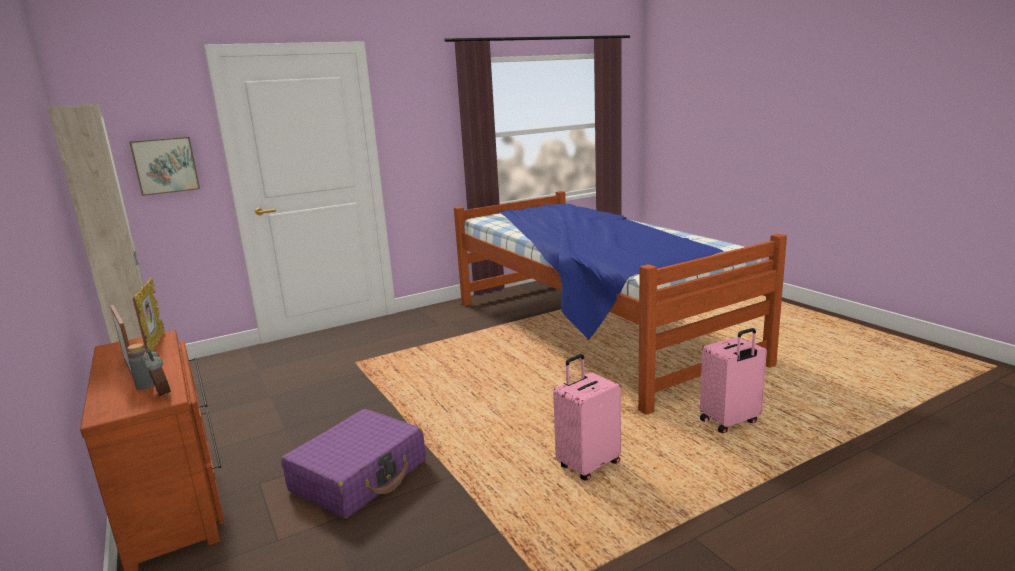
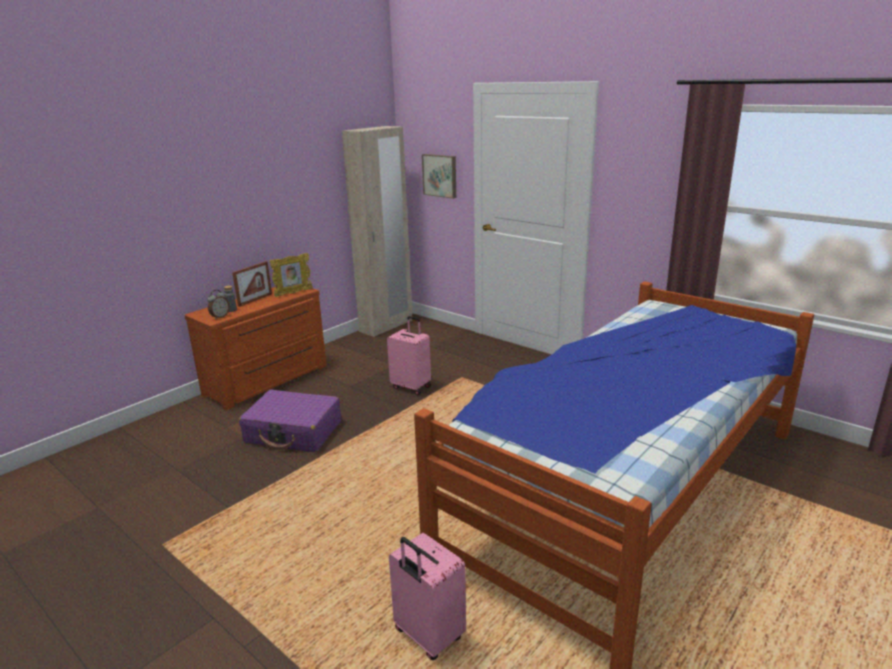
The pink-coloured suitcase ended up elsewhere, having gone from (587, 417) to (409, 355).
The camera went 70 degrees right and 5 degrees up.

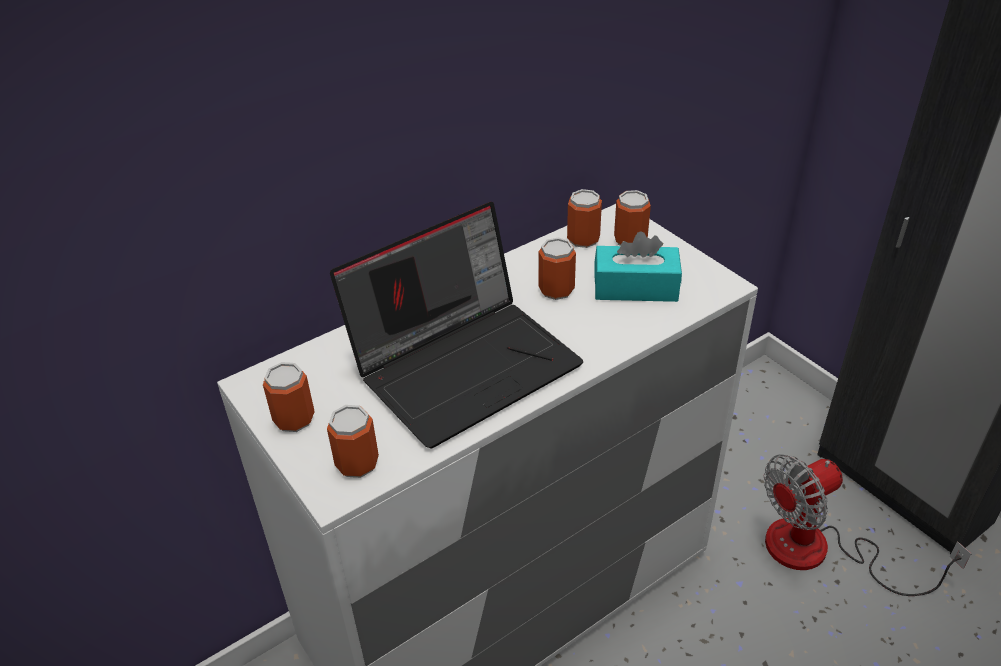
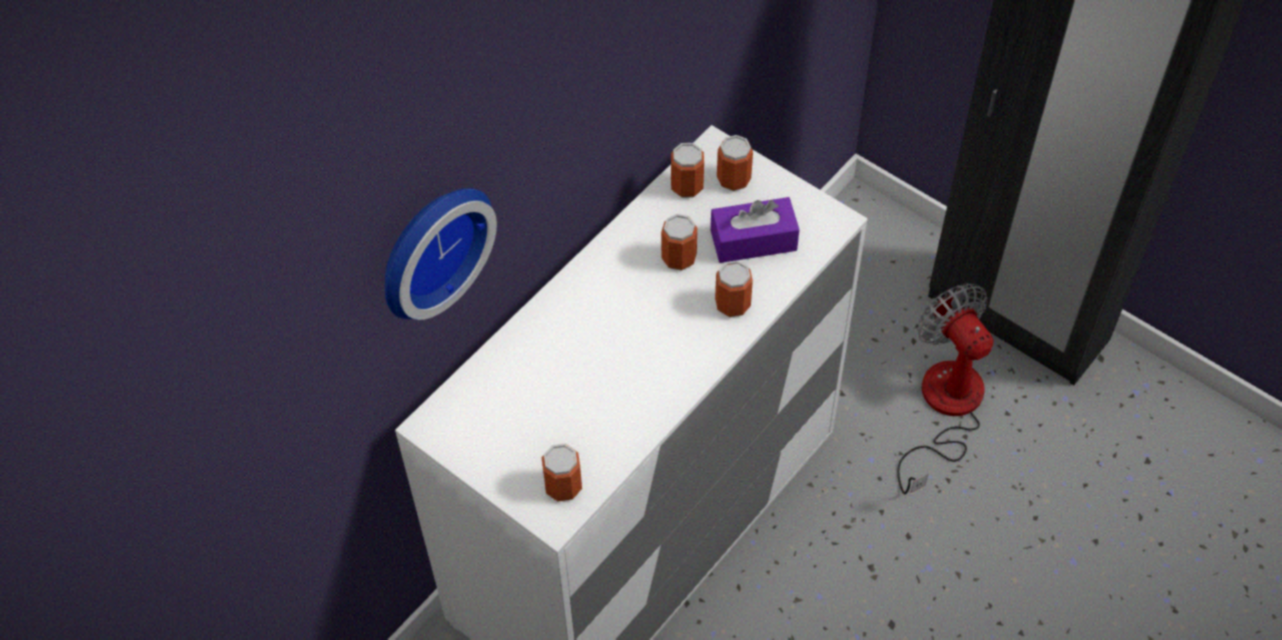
The sealed can ended up elsewhere, having gone from (289, 397) to (734, 289).
The second view lost the portable computer at (456, 325).
What was the turquoise-coloured box of tissues at (638, 266) turned into the purple box of tissues at (755, 230).
The fan at (868, 525) ended up facing another way, 105 degrees clockwise from before.
The second view gained the clock on the wall at (441, 254).
The camera went 15 degrees left and 15 degrees up.

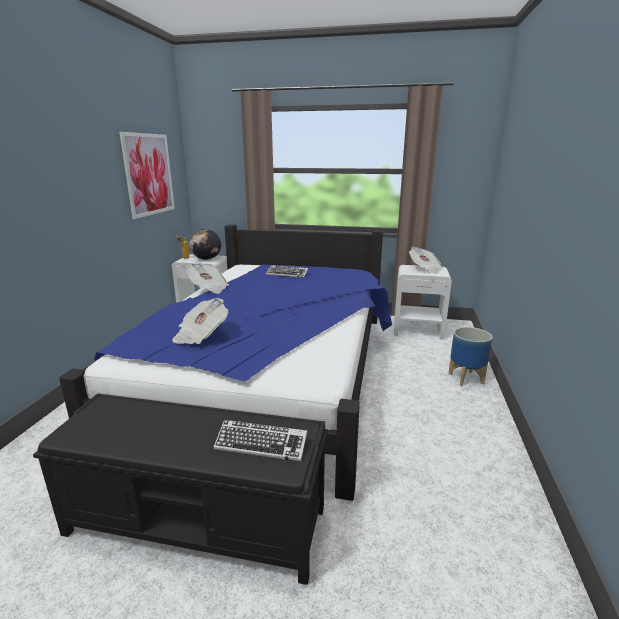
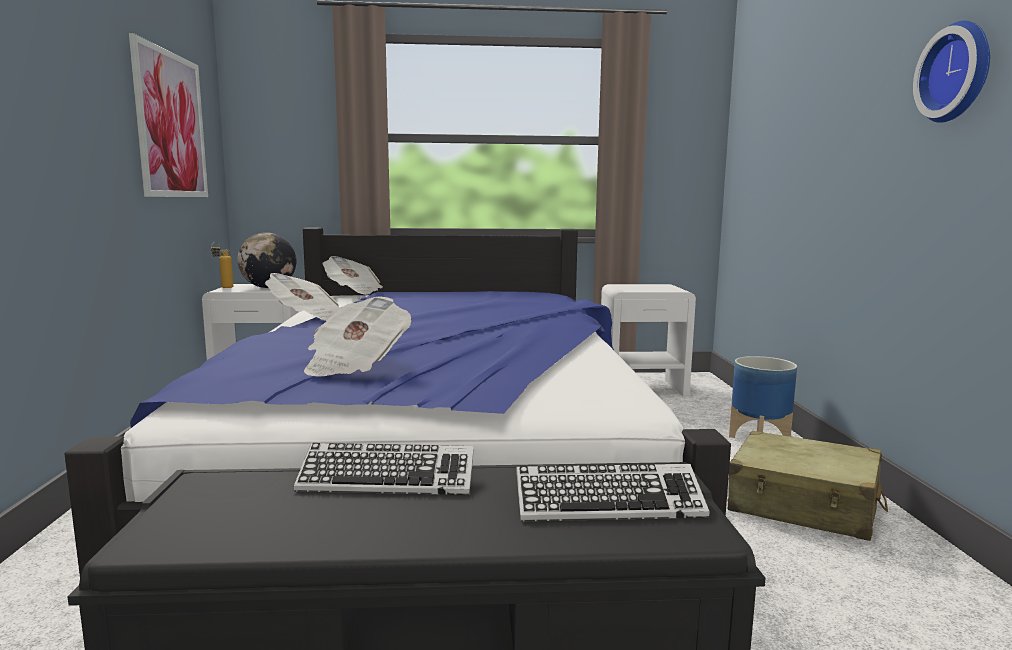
The keyboard ended up elsewhere, having gone from (287, 271) to (384, 469).
The newspaper ended up elsewhere, having gone from (426, 260) to (353, 275).
The second view gained the beige suitcase at (808, 486).
The second view gained the clock on the wall at (951, 72).
The camera went 15 degrees left and 10 degrees down.

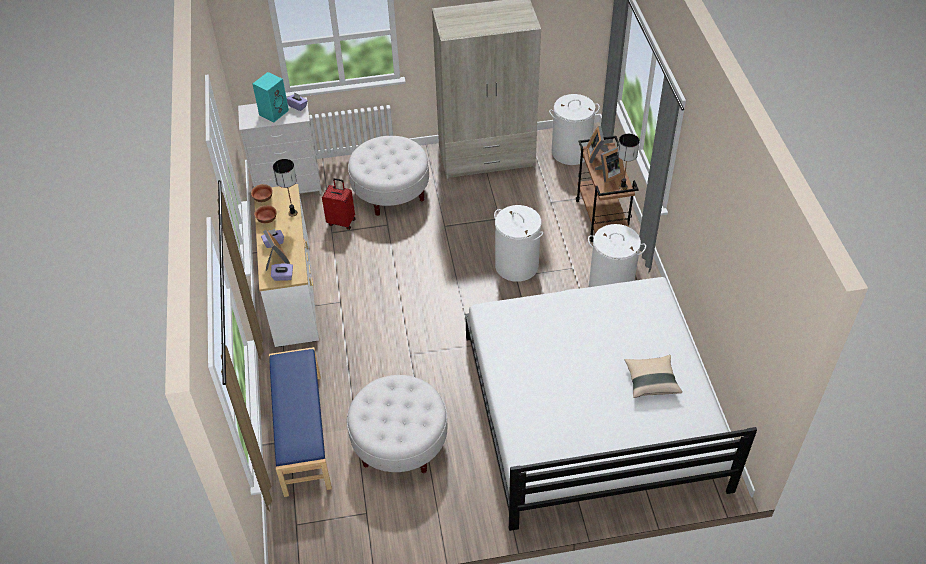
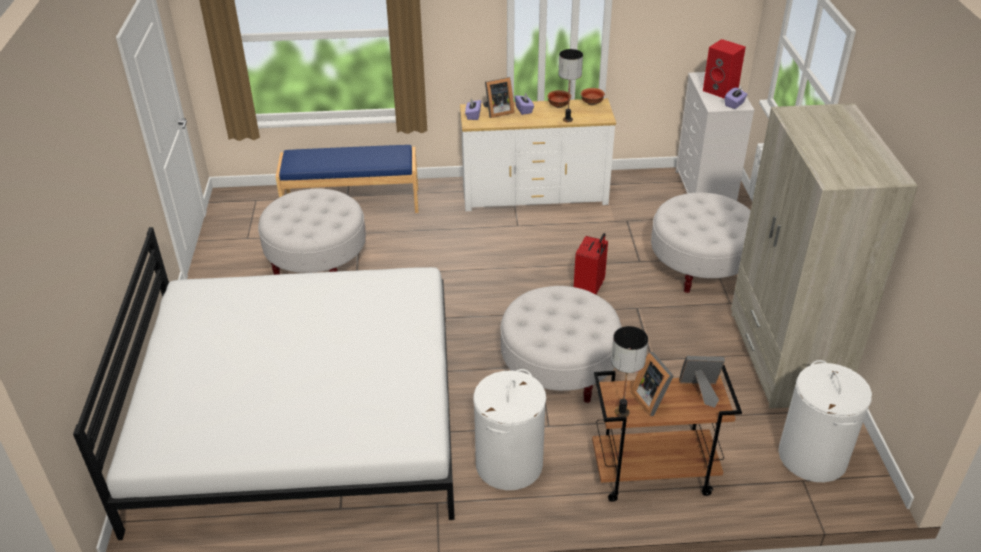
What was the turquoise-coloured loudspeaker at (271, 97) turned into the red-coloured loudspeaker at (724, 69).
The red-coloured suitcase ended up elsewhere, having gone from (339, 204) to (591, 263).
Where the whitish laundry basket stood at (518, 243), the whitish pouffe came to stand at (561, 344).
The second view lost the beige cushion at (653, 376).
The camera went 95 degrees right and 10 degrees down.

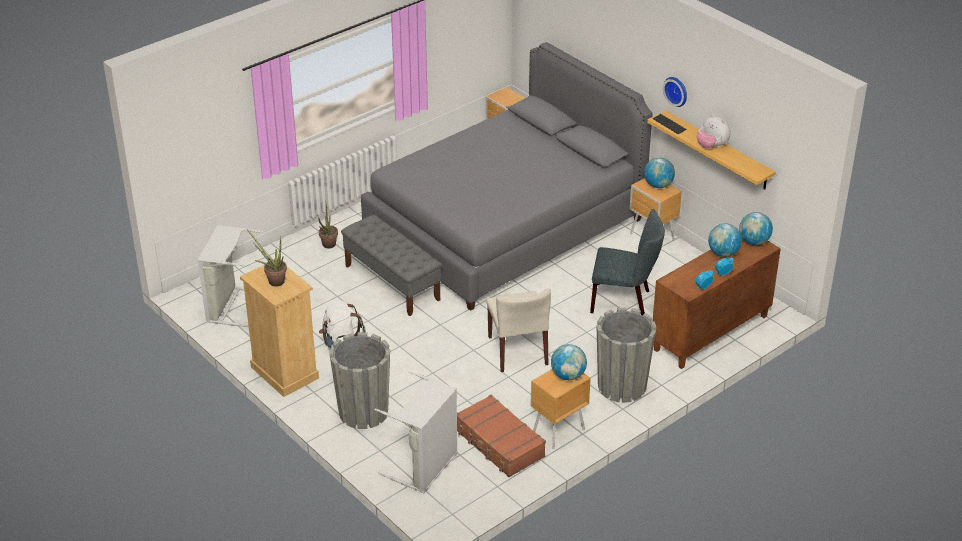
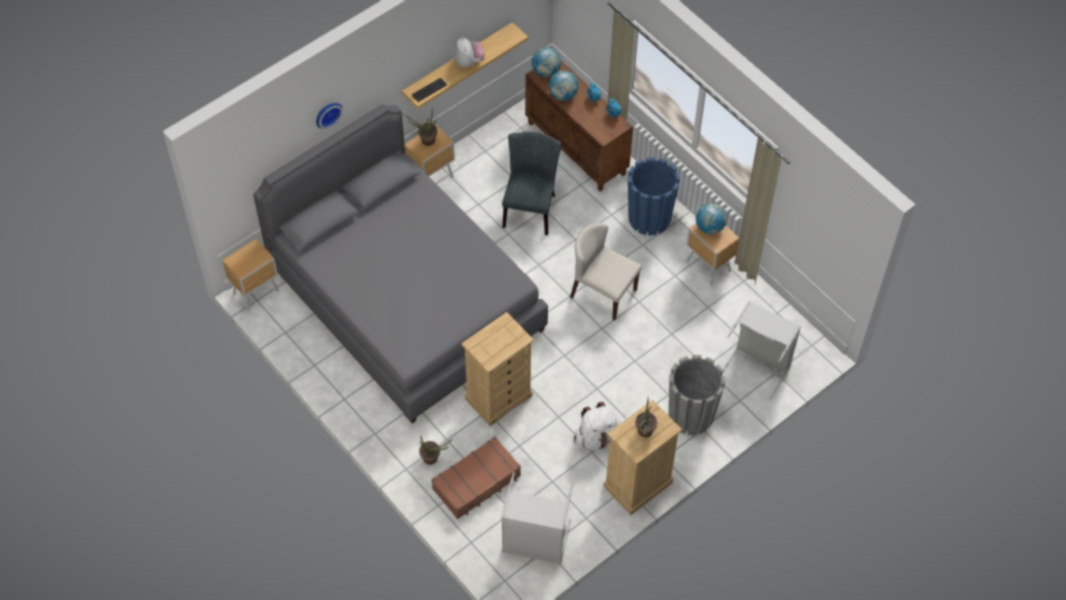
Where the greyish indoor bench stood at (391, 265), the beige drawer chest came to stand at (497, 369).
The brownish suitcase ended up elsewhere, having gone from (501, 436) to (476, 477).
The beige chair at (518, 330) ended up facing another way, 135 degrees counterclockwise from before.
What was the greyish planter at (626, 355) turned into the blue planter at (654, 196).
Where the world globe stood at (659, 173), the houseplant came to stand at (420, 127).
The clock on the wall ended up elsewhere, having gone from (675, 92) to (329, 116).
The soft toy at (713, 131) ended up facing another way, 60 degrees counterclockwise from before.
The camera went 90 degrees left and 20 degrees up.

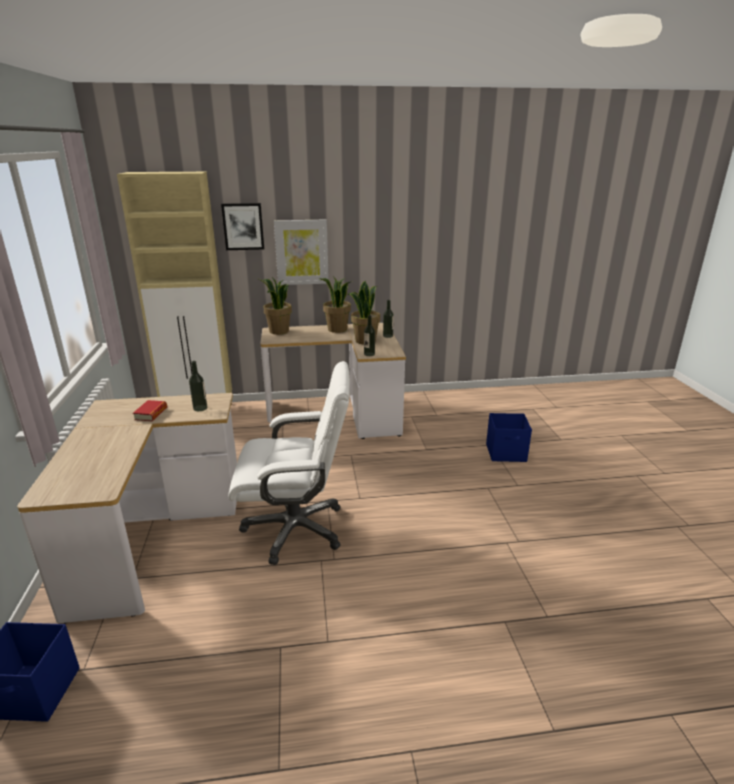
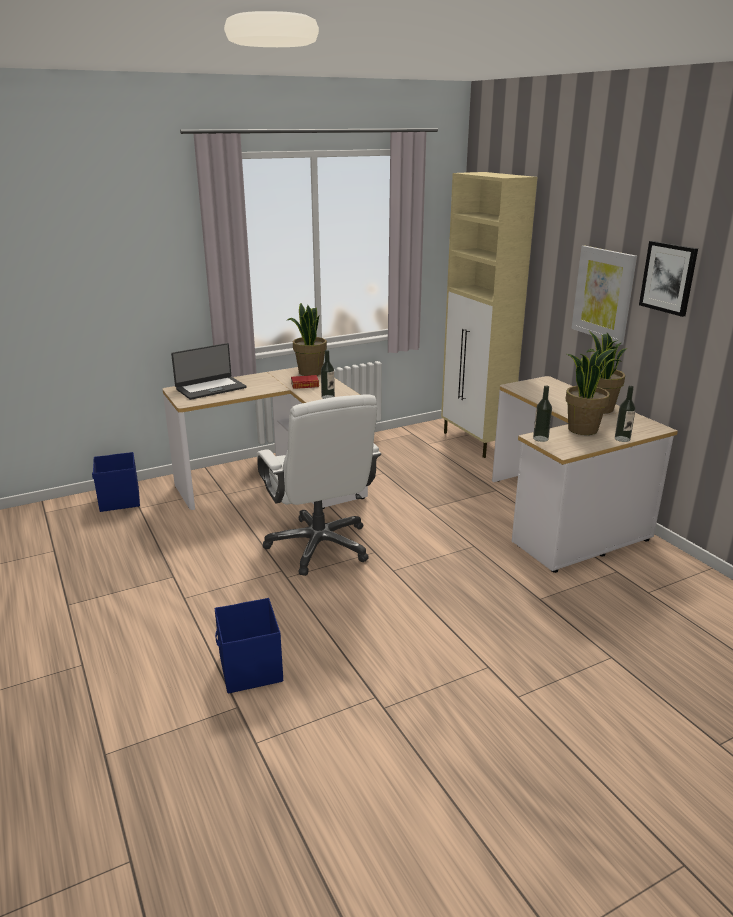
The wall art ended up elsewhere, having gone from (242, 226) to (668, 279).
The houseplant ended up elsewhere, having gone from (274, 306) to (306, 339).
The blue storage container ended up elsewhere, having gone from (509, 437) to (249, 646).
The second view gained the portable computer at (208, 371).
The camera went 70 degrees right and 0 degrees up.

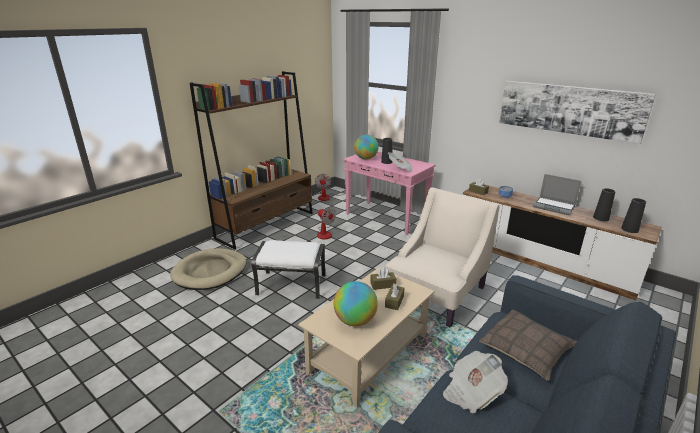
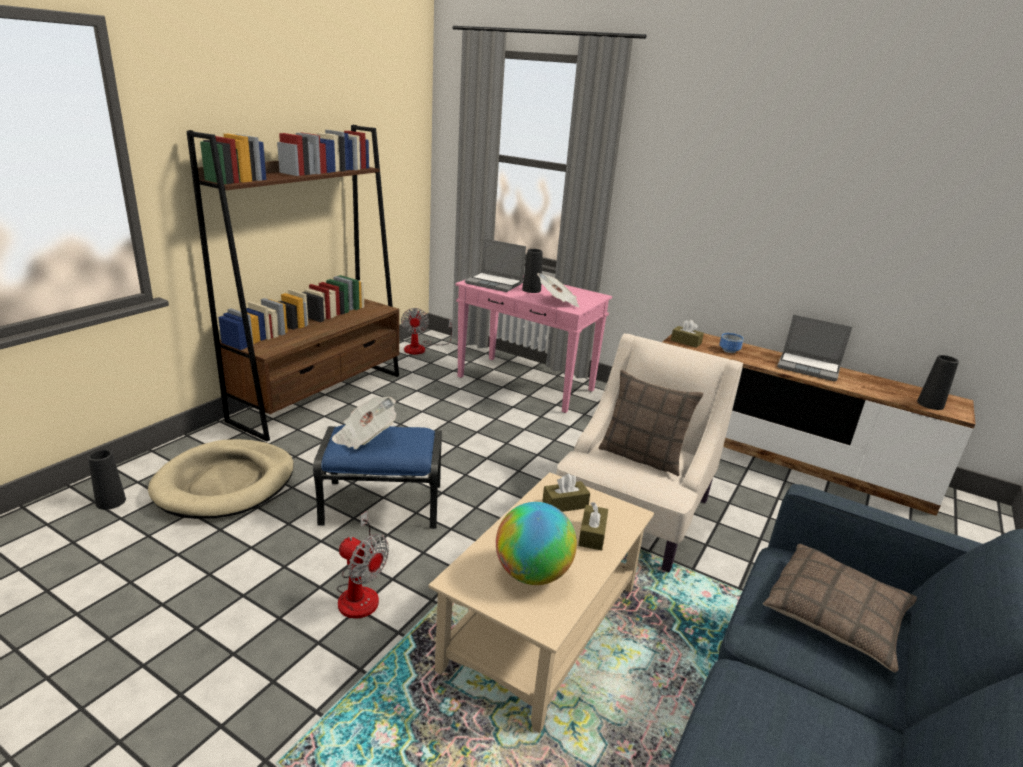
What was the whitish pouffe at (288, 269) turned into the blue pouffe at (377, 477).
The fan ended up elsewhere, having gone from (326, 223) to (363, 565).
Where the world globe stood at (366, 147), the portable computer came to stand at (495, 265).
The newspaper ended up elsewhere, having gone from (475, 382) to (364, 423).
The second view lost the wall art at (577, 112).
The black flower vase ended up elsewhere, having gone from (604, 204) to (107, 479).
The second view gained the cushion at (651, 423).
The camera went 10 degrees left and 0 degrees up.

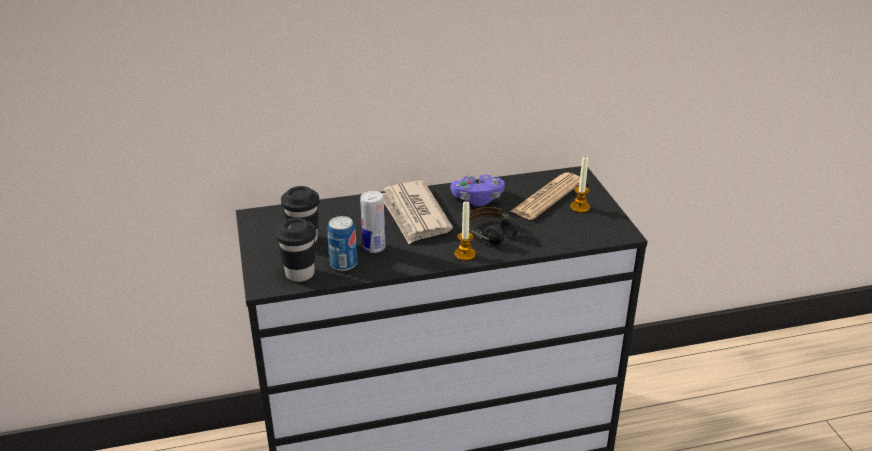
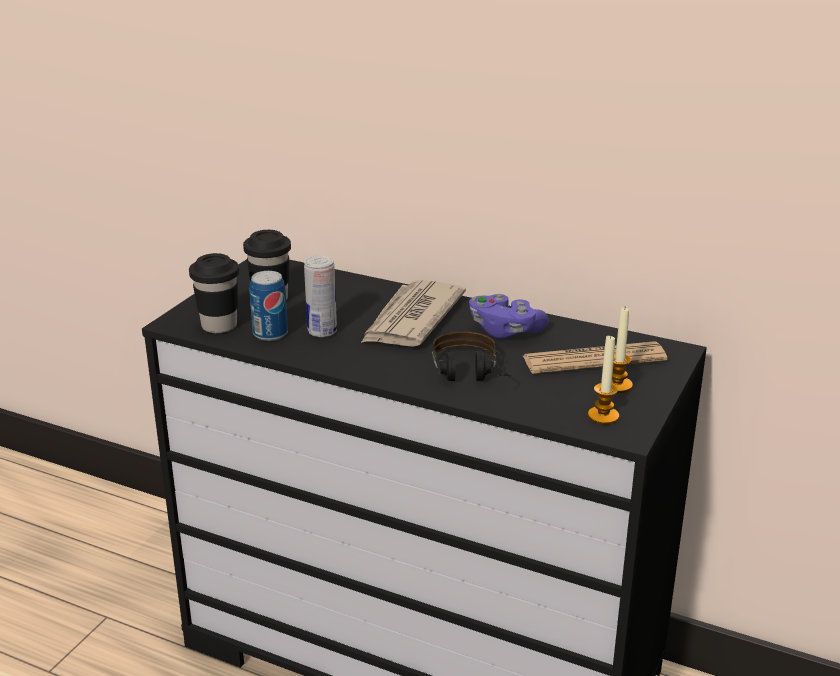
The candle ended up elsewhere, having gone from (465, 231) to (603, 380).
The camera went 40 degrees right and 5 degrees down.

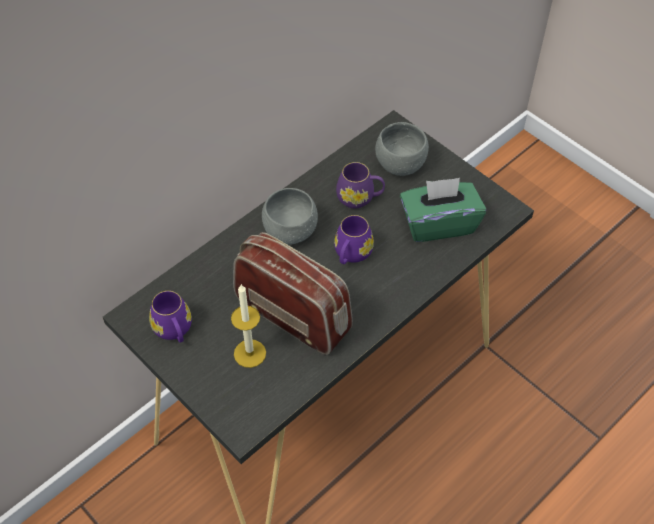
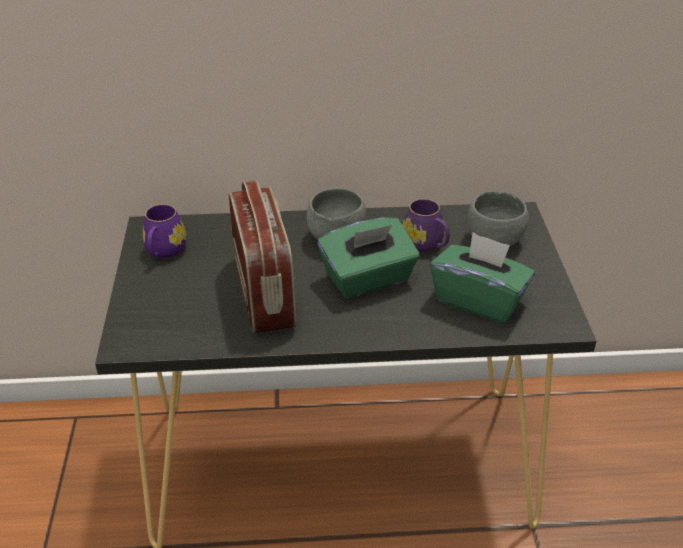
The second view lost the candle at (248, 326).
Where the purple mug stood at (354, 239), the green box of tissues came to stand at (369, 257).
The camera went 40 degrees right and 15 degrees down.

